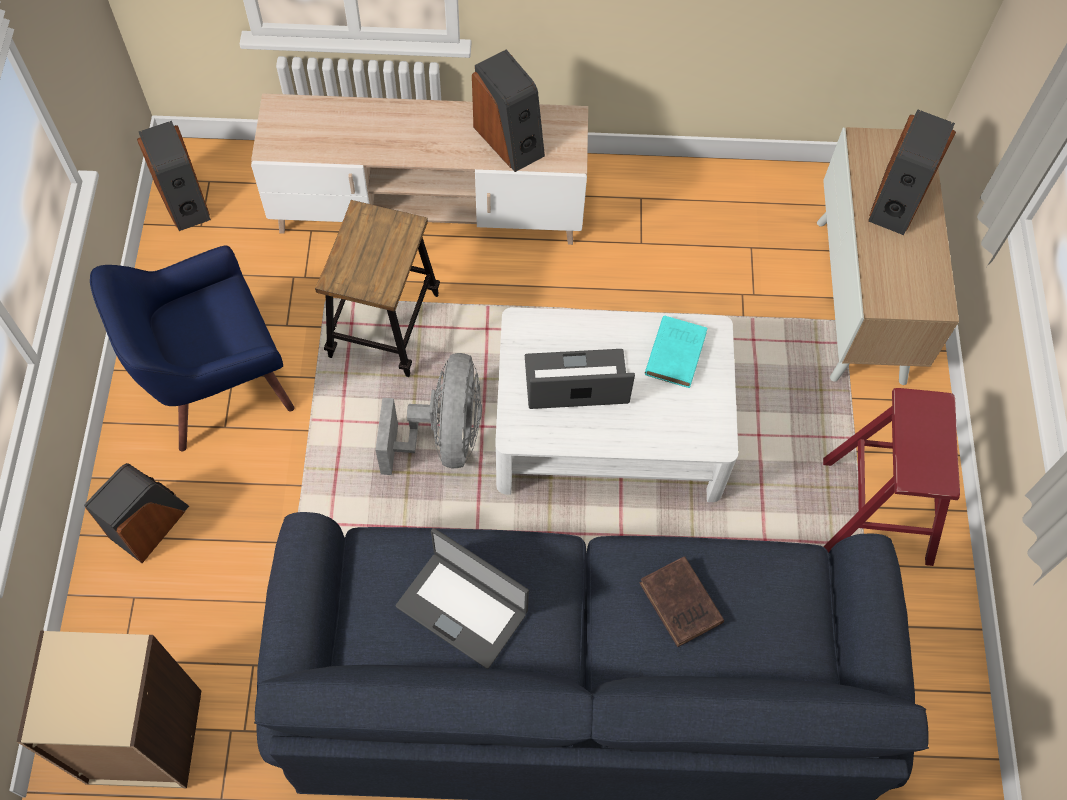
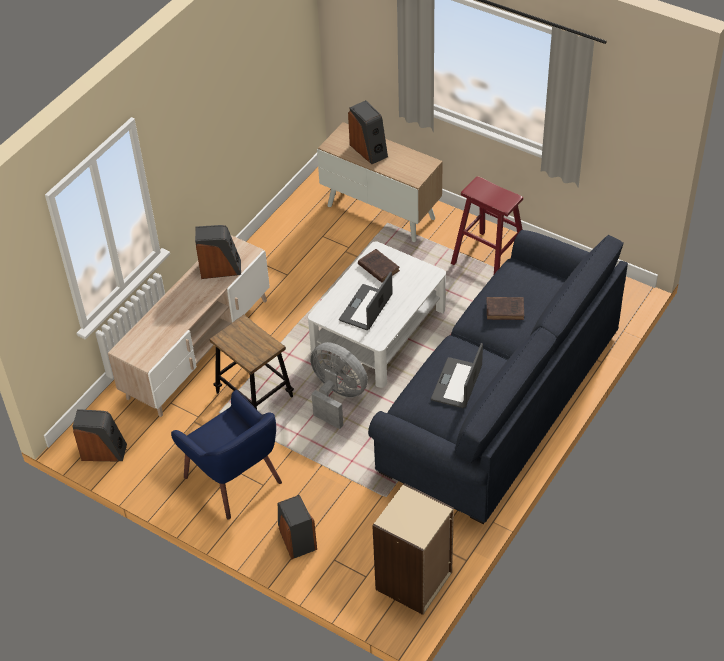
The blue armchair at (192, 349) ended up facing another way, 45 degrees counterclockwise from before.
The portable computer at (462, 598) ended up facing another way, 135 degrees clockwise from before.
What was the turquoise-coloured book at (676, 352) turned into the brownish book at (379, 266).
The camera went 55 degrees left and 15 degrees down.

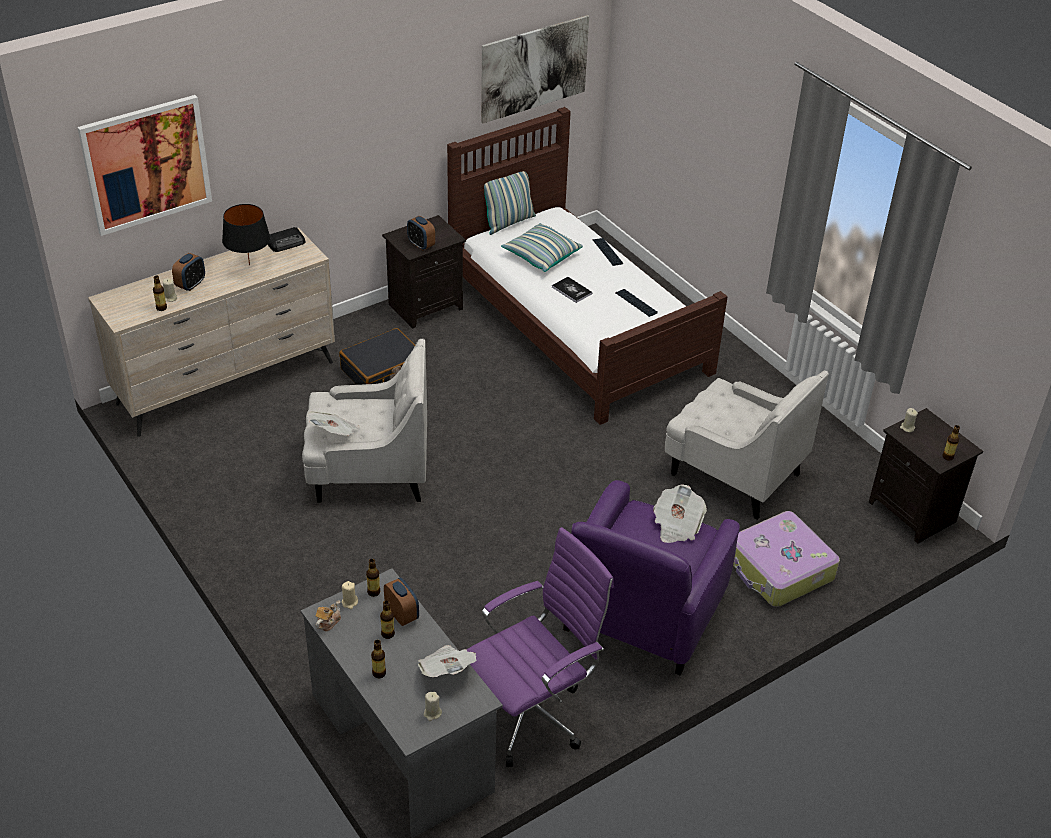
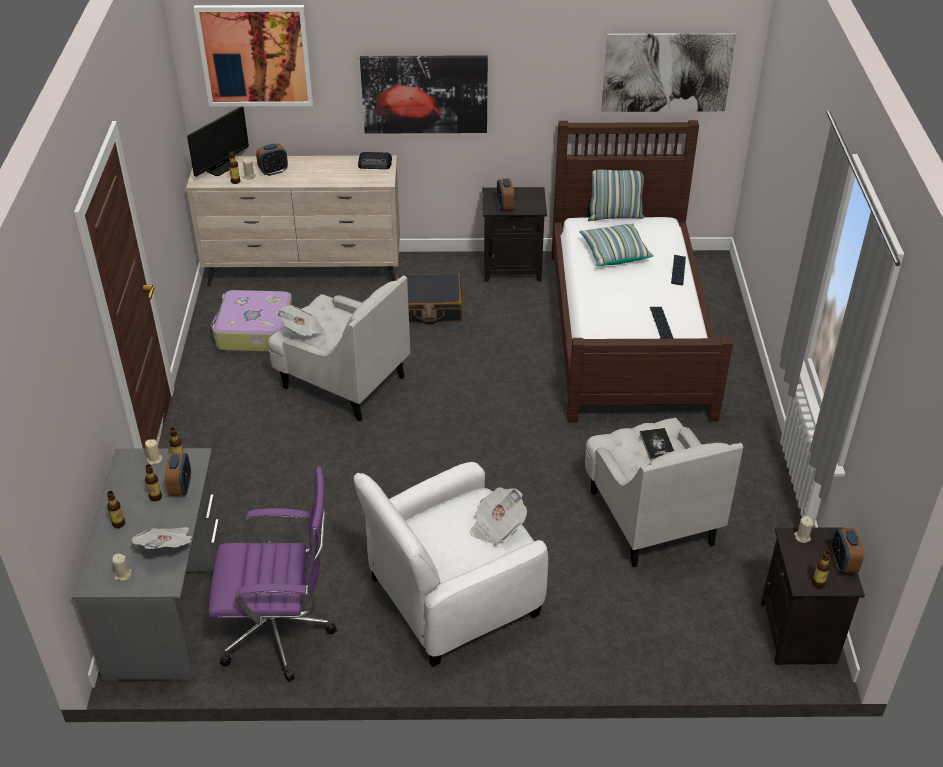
The second view lost the black table lamp at (246, 234).
The second view lost the pot for tea at (328, 615).
The book ended up elsewhere, having gone from (572, 290) to (657, 444).
What was the purple armchair at (651, 577) turned into the whitish armchair at (451, 564).
The suitcase ended up elsewhere, having gone from (786, 559) to (252, 321).
The second view gained the computer screen at (218, 141).
The second view gained the wall art at (424, 94).
The second view gained the table clock at (847, 550).
The camera went 35 degrees right and 0 degrees up.

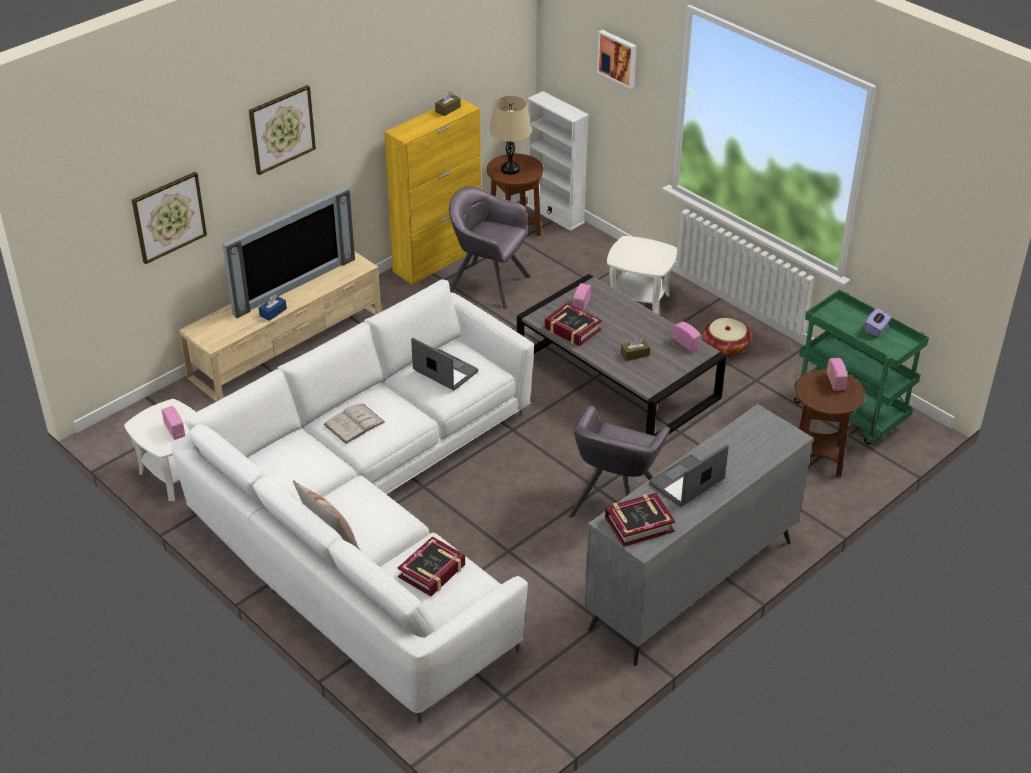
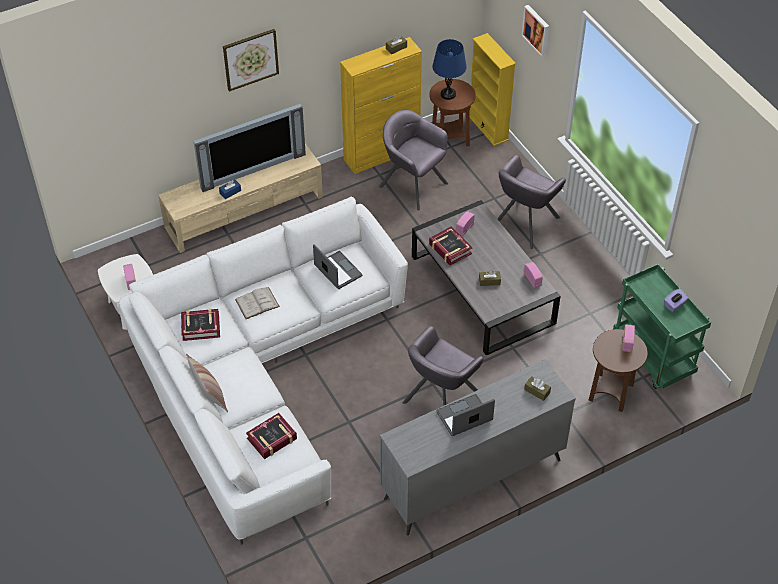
The second view lost the wall art at (169, 218).
What was the beige table lamp at (510, 135) turned into the blue table lamp at (449, 69).
What was the whitish shelving unit at (557, 161) turned into the yellow-coloured shelving unit at (492, 89).
The book ended up elsewhere, having gone from (640, 520) to (200, 324).
Where the whitish accent table stood at (642, 275), the greyish armchair came to stand at (531, 202).
The second view lost the storage basket at (727, 337).
The second view gained the brownish box of tissues at (537, 388).
The camera went 15 degrees right and 10 degrees up.

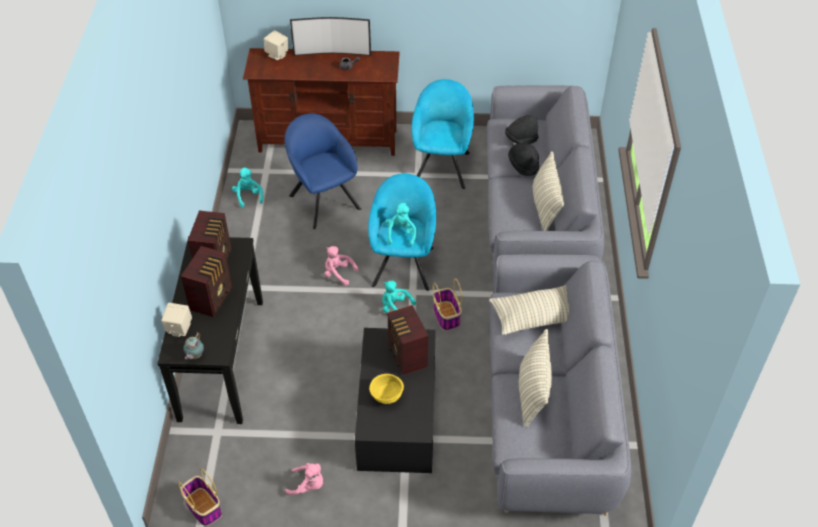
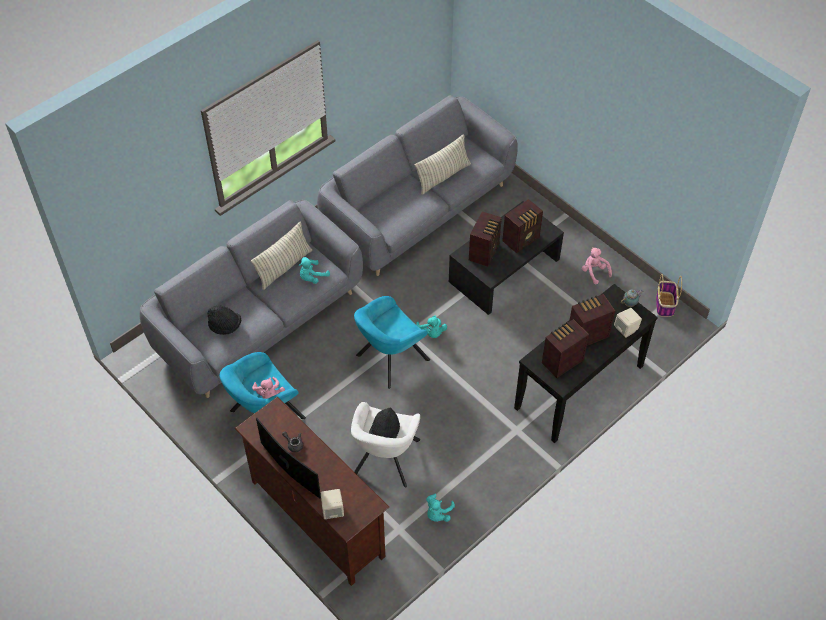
What was the blue armchair at (322, 171) turned into the whitish armchair at (385, 445).
The pink-coloured soft toy ended up elsewhere, having gone from (341, 266) to (268, 388).
Where the yellow-coloured serving bowl stood at (386, 389), the radio set came to stand at (522, 226).
The turquoise-coloured soft toy ended up elsewhere, having gone from (401, 225) to (314, 270).
The second view lost the storage basket at (447, 304).
The second view lost the cushion at (529, 310).
The black hat ended up elsewhere, having gone from (523, 159) to (384, 423).
The camera went 135 degrees left and 5 degrees up.

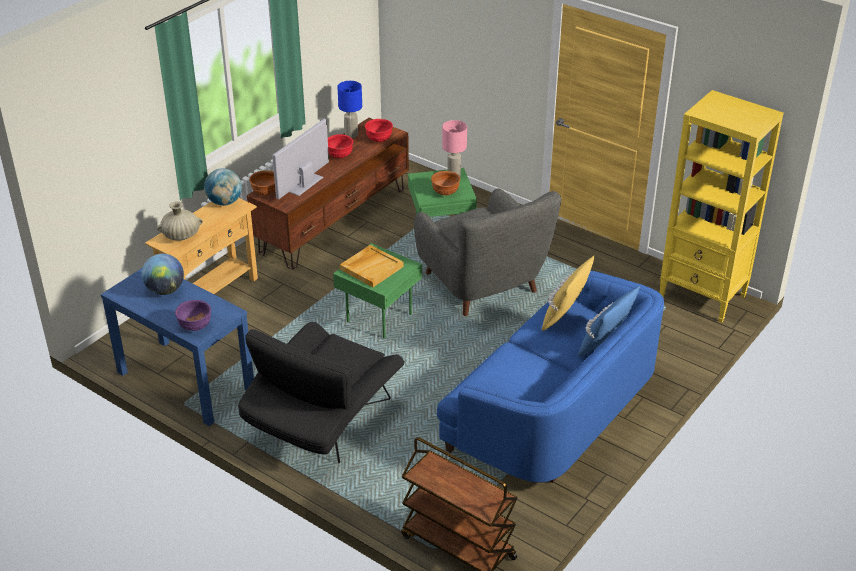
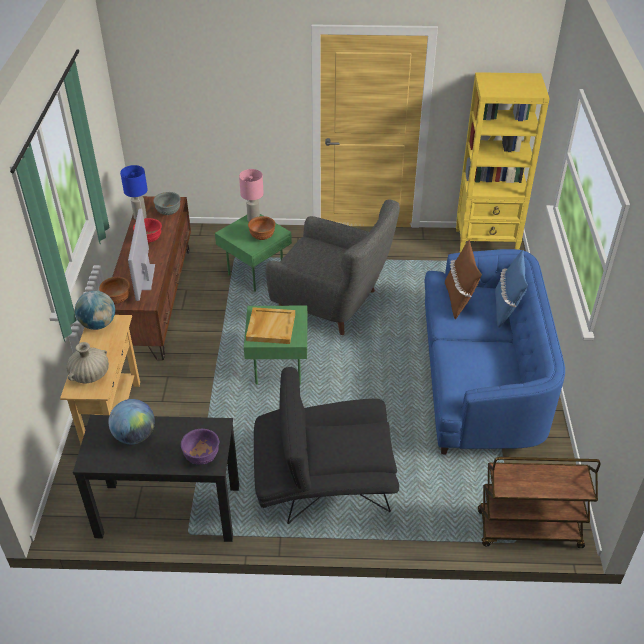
What was the blue console table at (177, 347) turned into the black console table at (156, 478).
The black armchair at (321, 392) ended up facing another way, 90 degrees clockwise from before.
What was the red-coloured serving bowl at (379, 130) turned into the greyish serving bowl at (167, 203).
What was the yellow-coloured cushion at (568, 293) turned into the brownish cushion at (463, 279).
The camera went 35 degrees left and 5 degrees up.

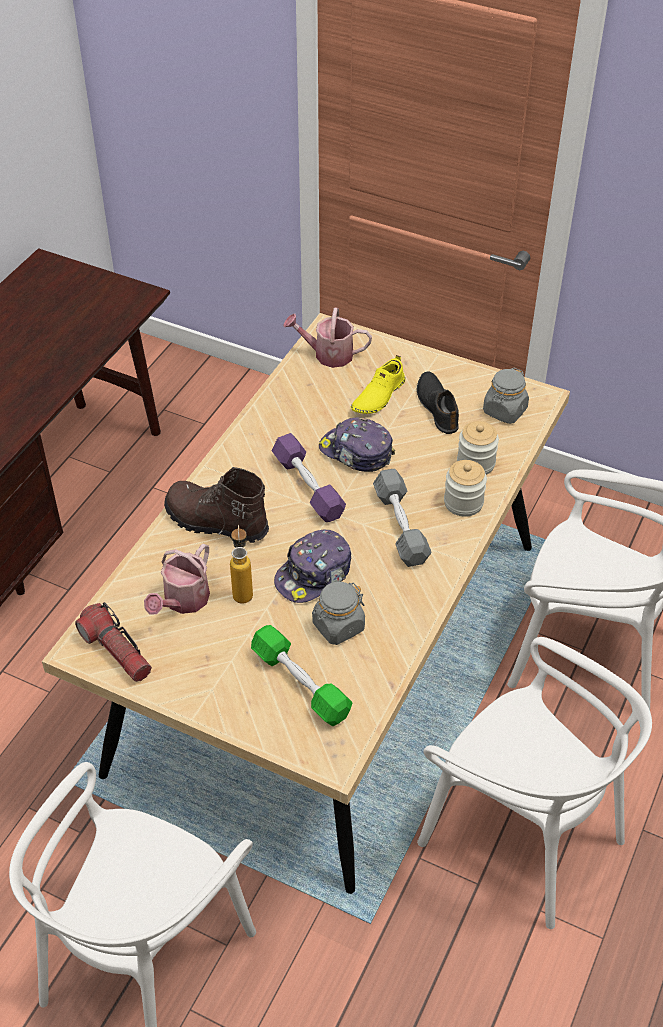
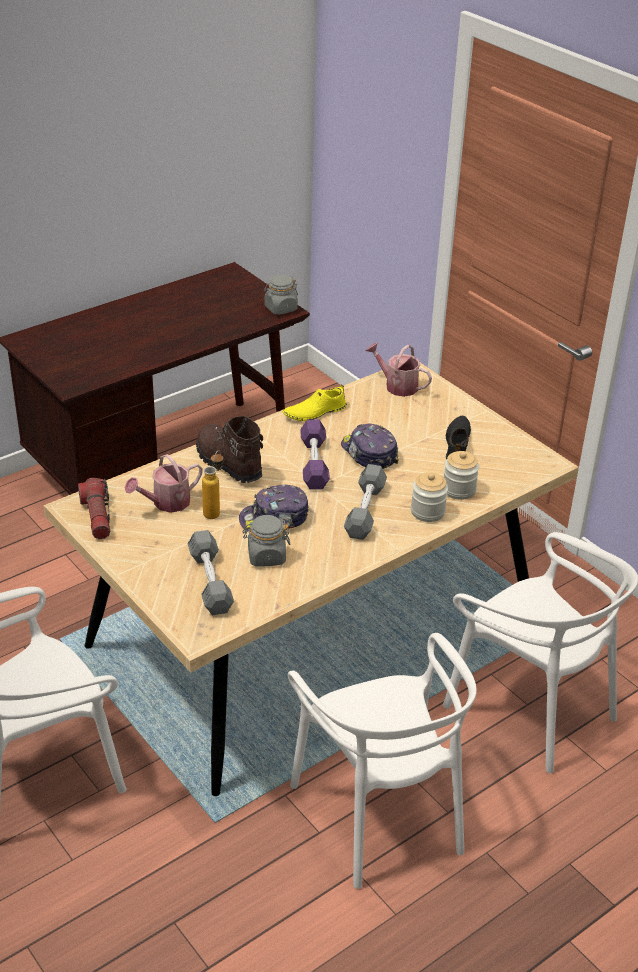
What was the green dumbbell at (301, 675) turned into the greyish dumbbell at (211, 572).
The yellow-coloured low shoe ended up elsewhere, having gone from (378, 384) to (315, 402).
The greyish storage jar ended up elsewhere, having gone from (506, 396) to (281, 295).
The camera went 25 degrees right and 10 degrees down.

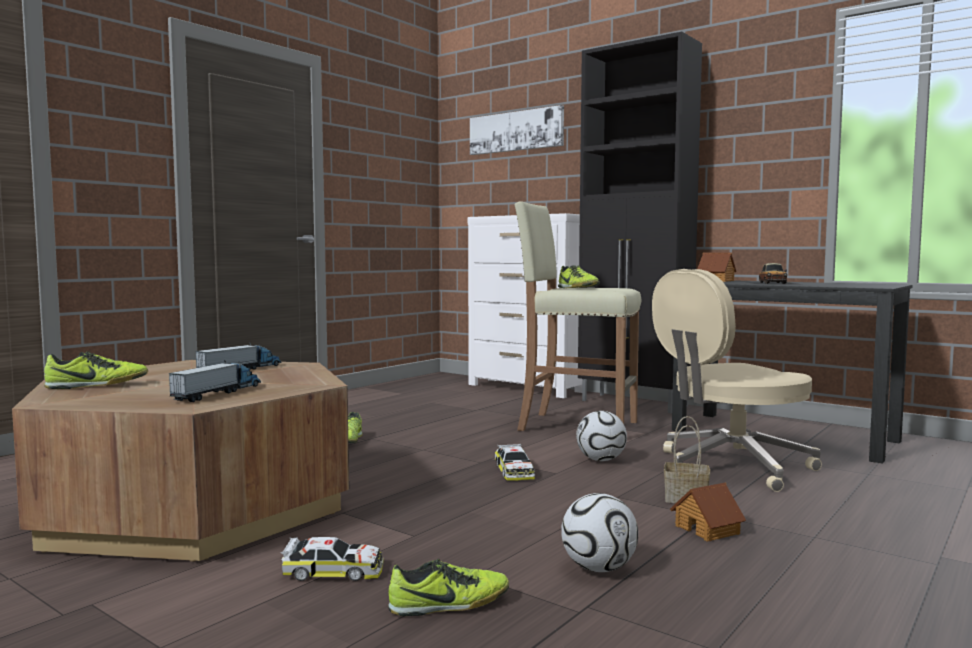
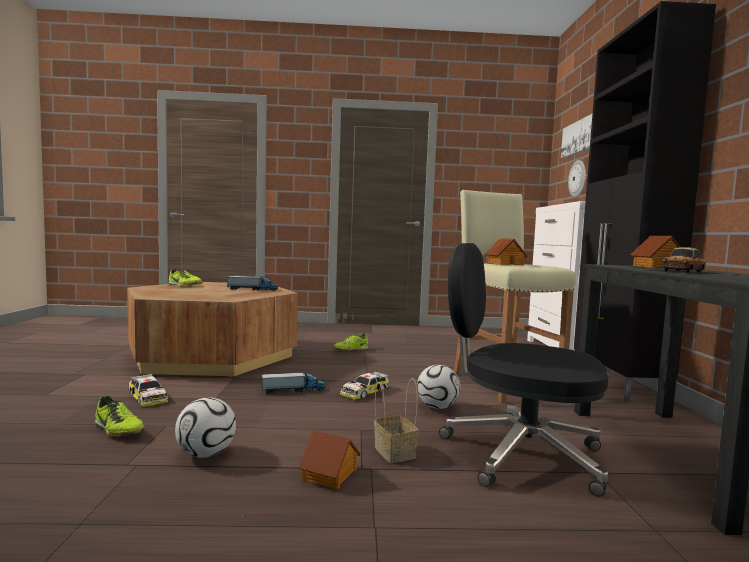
The toy truck ended up elsewhere, having gone from (214, 381) to (293, 382).
Where the low shoe stood at (579, 276), the miniature house came to stand at (506, 251).
What was the beige office chair at (737, 380) turned into the black office chair at (524, 370).
The second view gained the clock on the wall at (577, 178).
The camera went 50 degrees right and 0 degrees up.

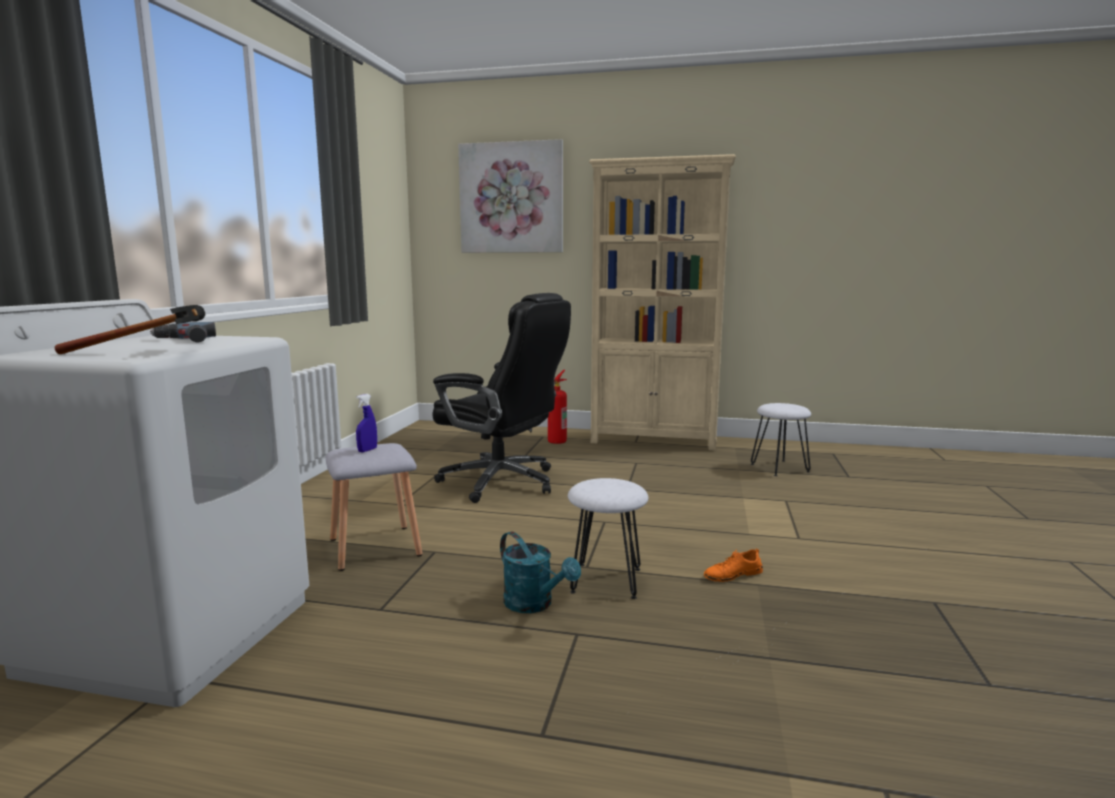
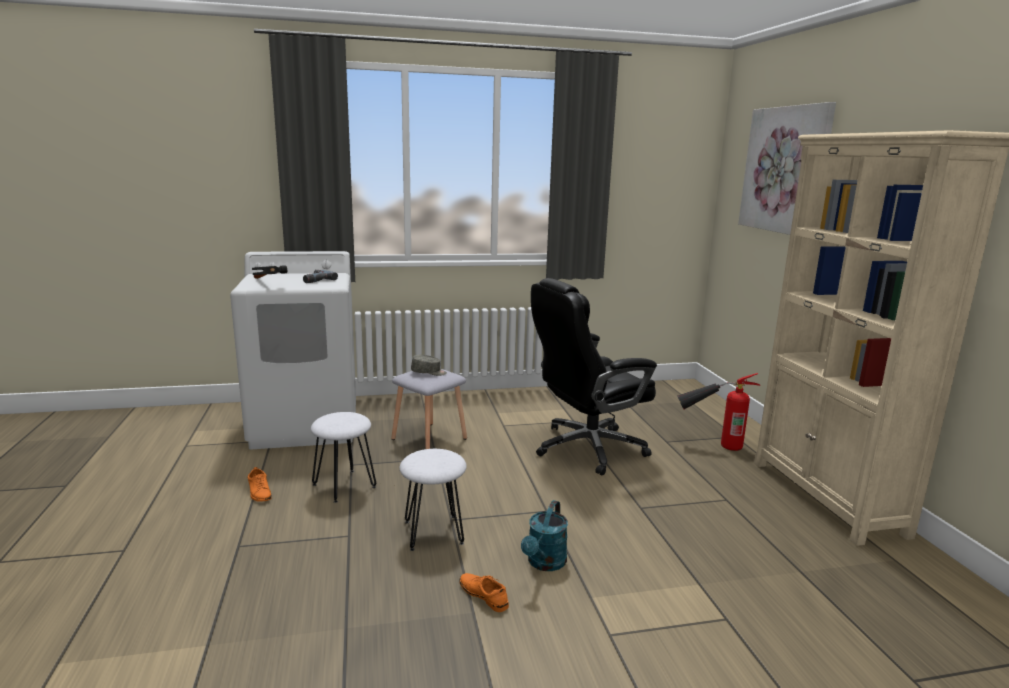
Where the blue hand sprayer stood at (366, 423), the greyish baseball cap came to stand at (429, 365).
The black office chair at (501, 398) ended up facing another way, 60 degrees clockwise from before.
The turquoise-coloured watering pot ended up elsewhere, having gone from (540, 572) to (544, 535).
The whitish sitting stool ended up elsewhere, having gone from (781, 439) to (343, 457).
The second view gained the orangey low shoe at (260, 484).
The camera went 65 degrees right and 5 degrees up.

